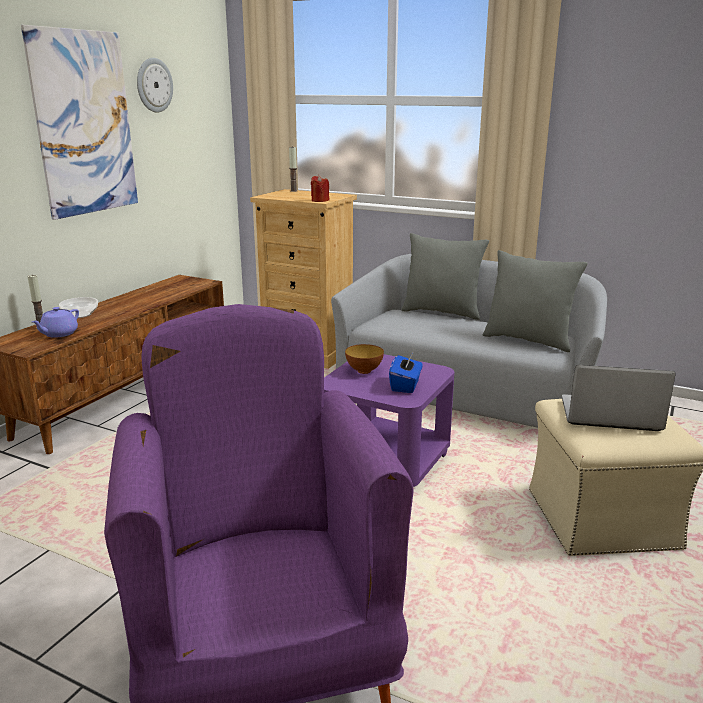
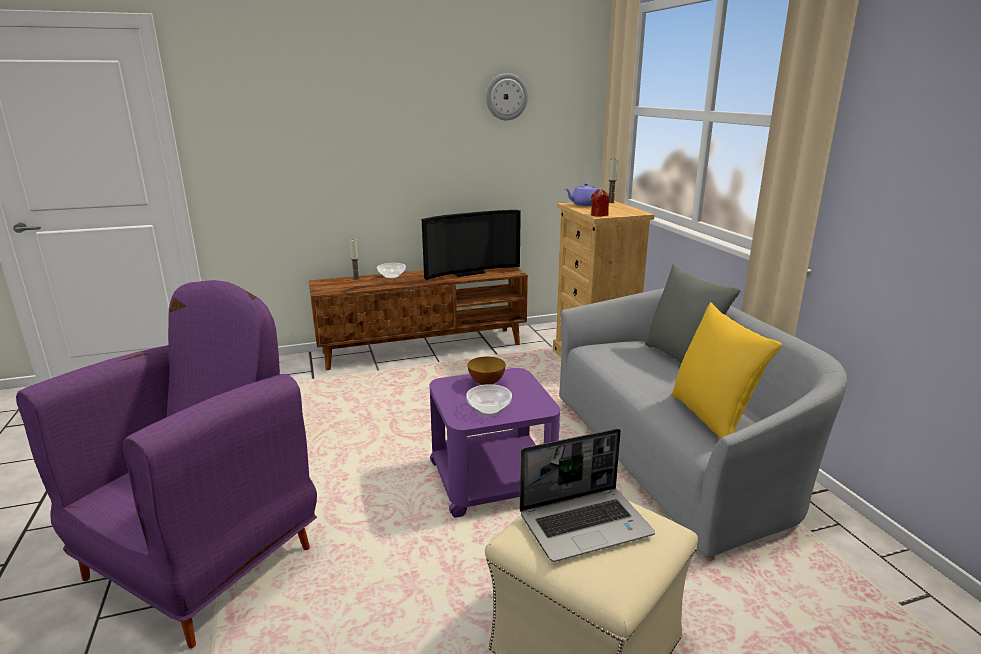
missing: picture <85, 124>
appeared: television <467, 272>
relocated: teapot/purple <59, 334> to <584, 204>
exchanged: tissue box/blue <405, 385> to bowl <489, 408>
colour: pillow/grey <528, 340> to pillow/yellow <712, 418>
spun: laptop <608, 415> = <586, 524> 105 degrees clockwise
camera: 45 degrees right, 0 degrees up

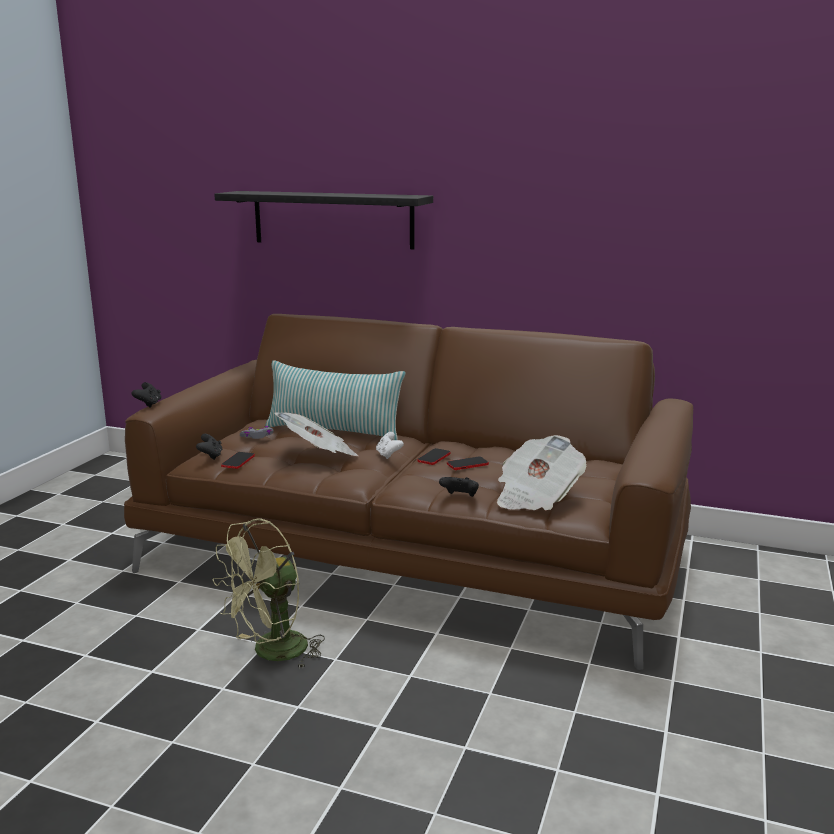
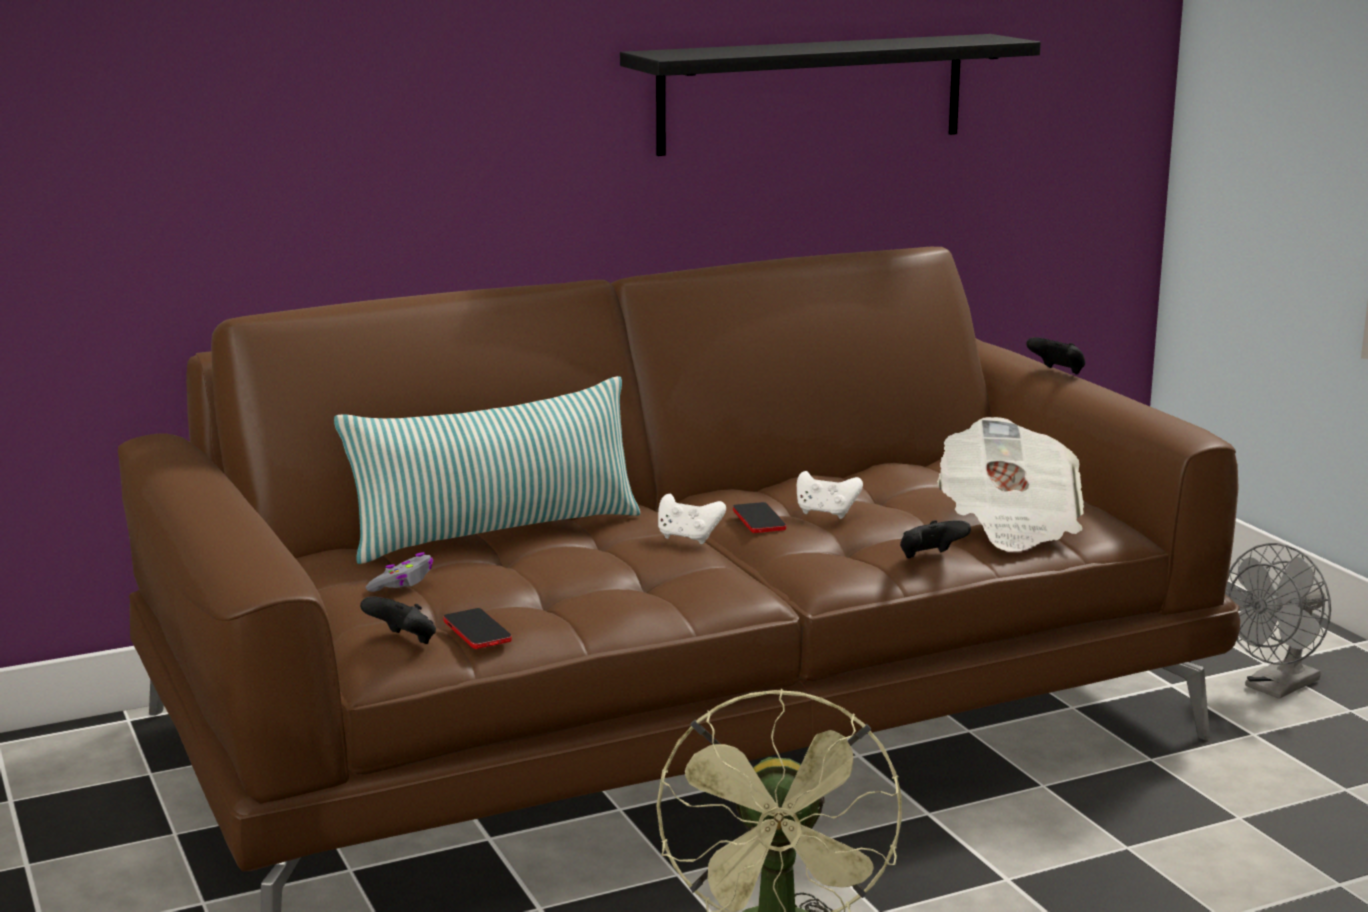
missing: newspaper <318, 454>
appeared: fan/grey <1276, 688>
relocated: game controller/black <148, 404> to <1058, 372>; shelf/black <332, 219> to <812, 93>
exchanged: phone <467, 464> to game controller/white <826, 513>
camera: 45 degrees left, 0 degrees up

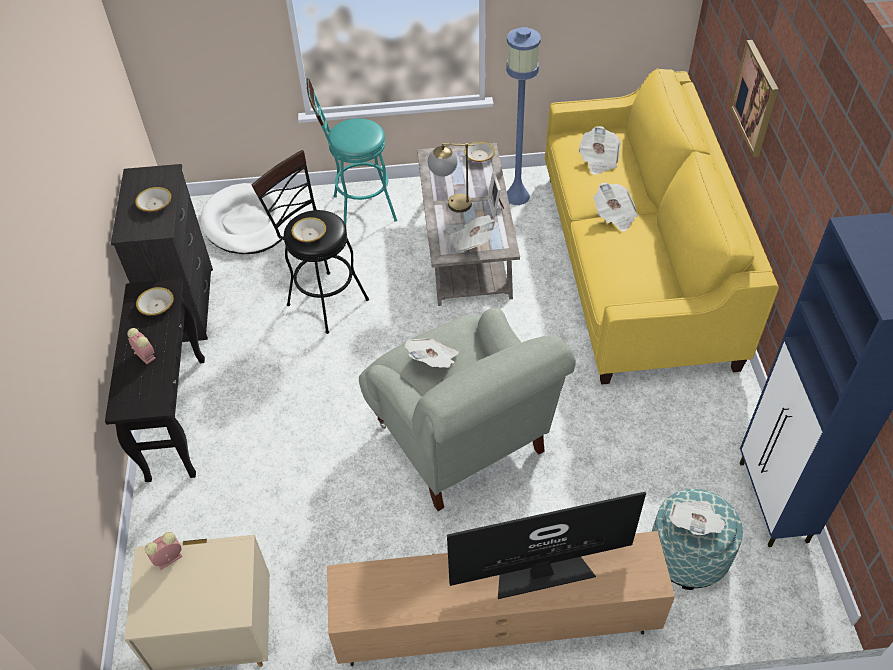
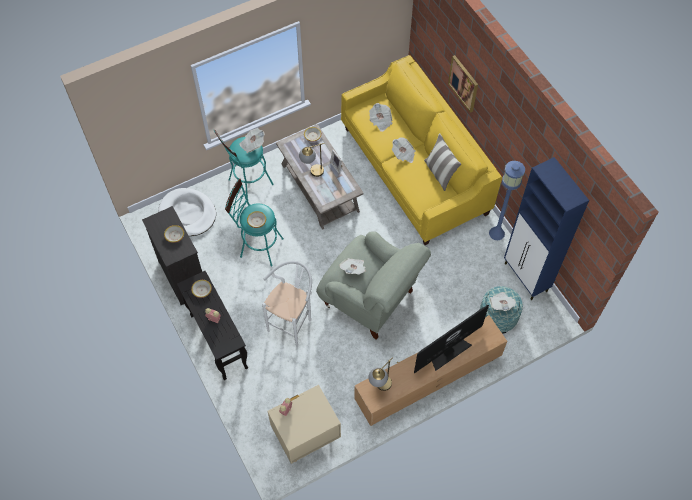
appeared: stool/white <292, 323>; table lamp <380, 387>; pillow <440, 173>
relocated: newspaper <472, 242> to <252, 144>; floor lamp/blue <517, 196> to <497, 233>
colour: stool/black <322, 299> to stool/turquoise <258, 246>
camera: 25 degrees left, 10 degrees up

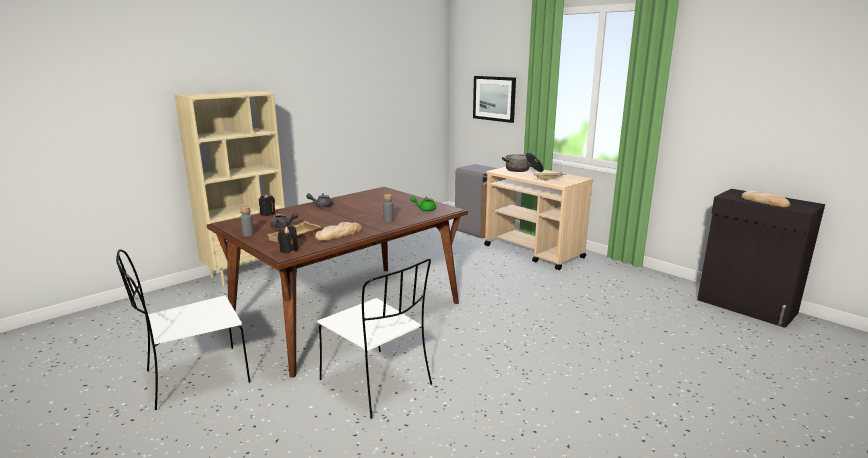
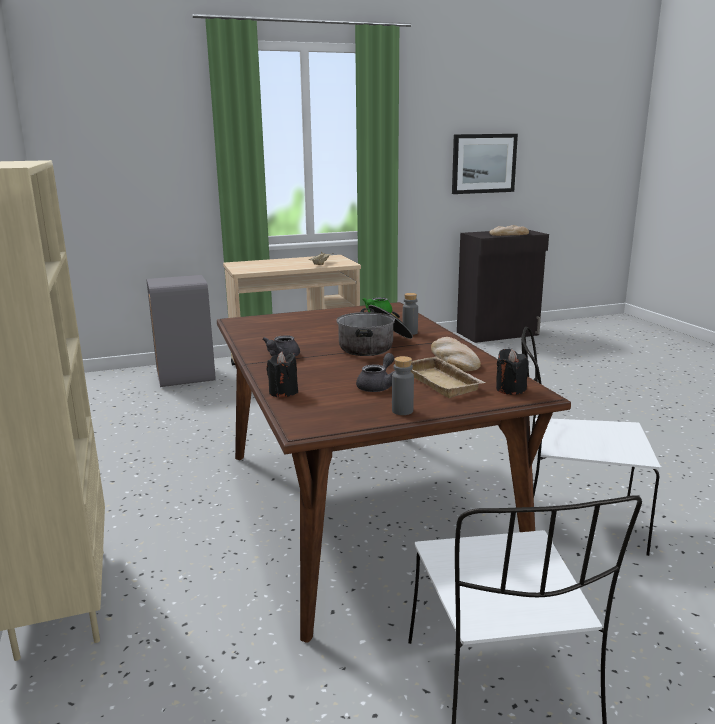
relocated: picture <494, 98> to <483, 163>; cooking pot <523, 170> to <375, 346>
spun: chair/white <377, 383> = <572, 519> 150 degrees counterclockwise
camera: 65 degrees left, 0 degrees up

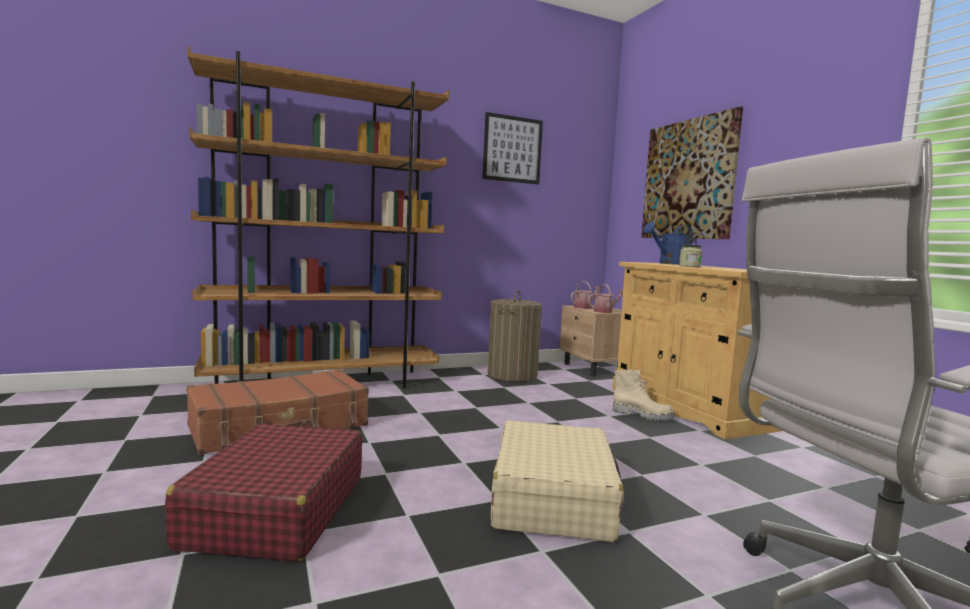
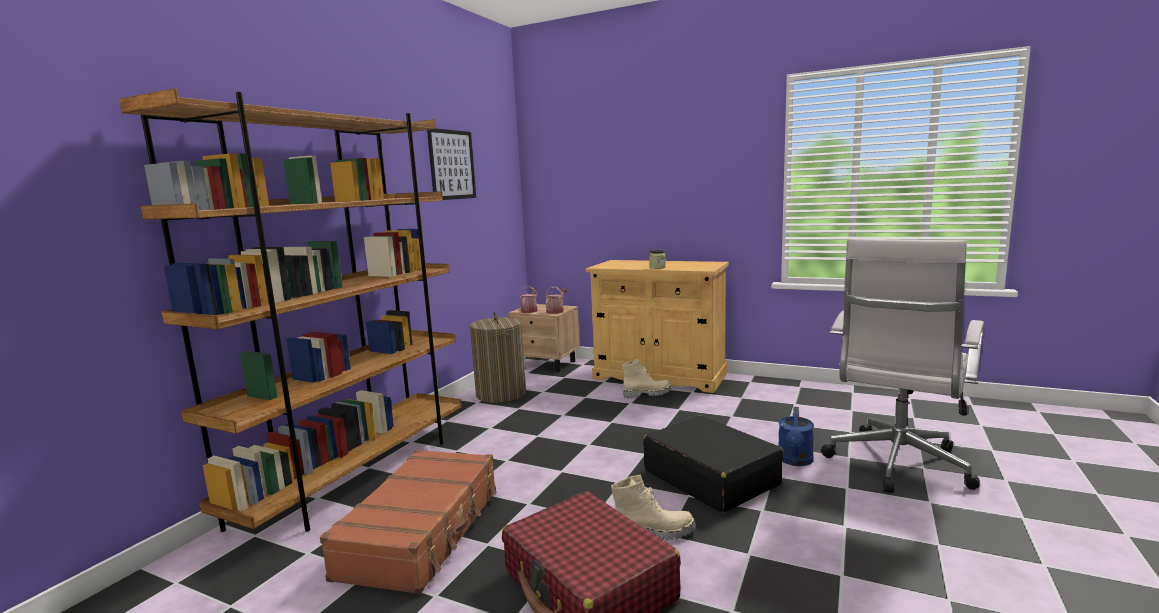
missing: picture <688, 179>
appeared: boot/beige <654, 532>
relocated: watering can/blue <669, 264> to <795, 461>
colour: suitcase/beige <553, 498> to suitcase/black <710, 477>
camera: 40 degrees left, 5 degrees up

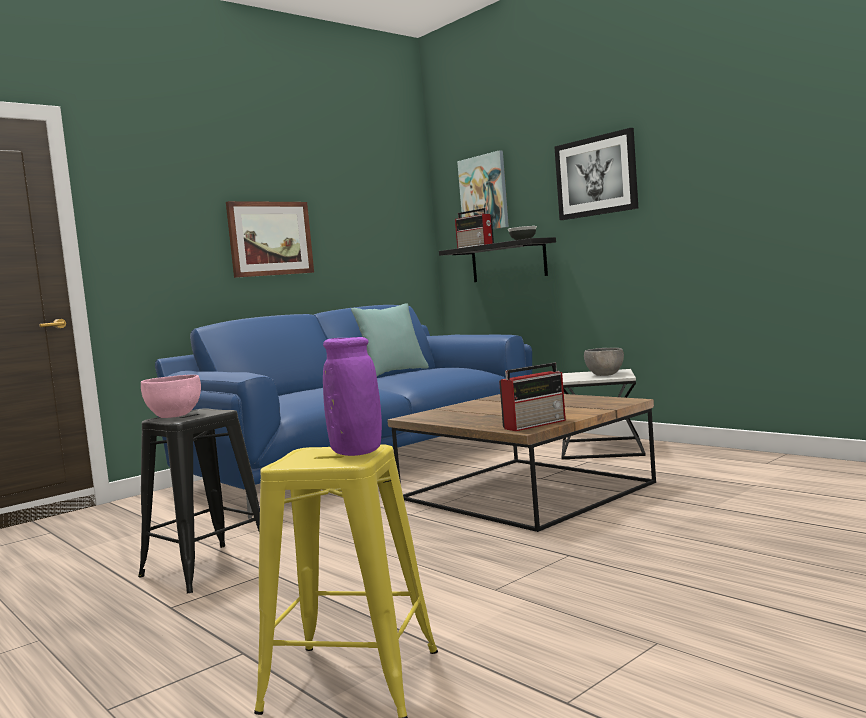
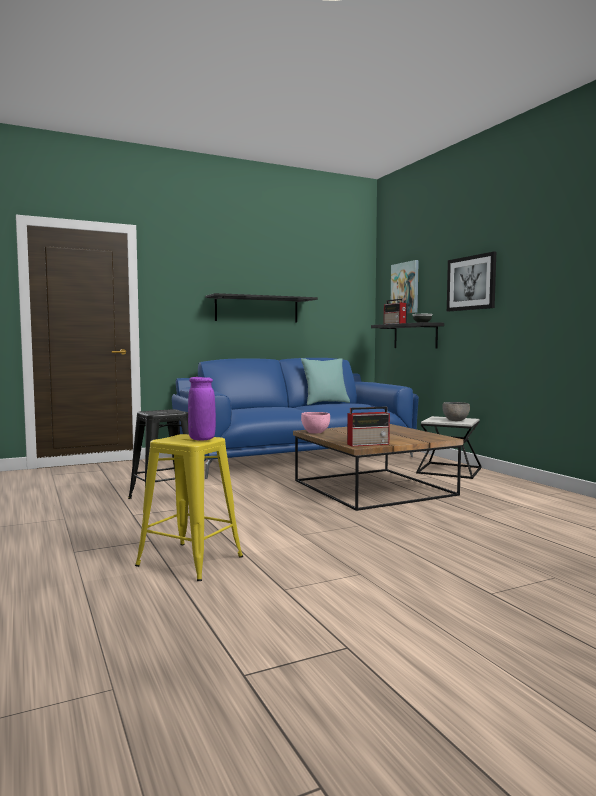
relocated: bowl/pink <174, 416> to <315, 432>
exchanged: picture <270, 238> to shelf/black <257, 309>
camera: 15 degrees right, 0 degrees up

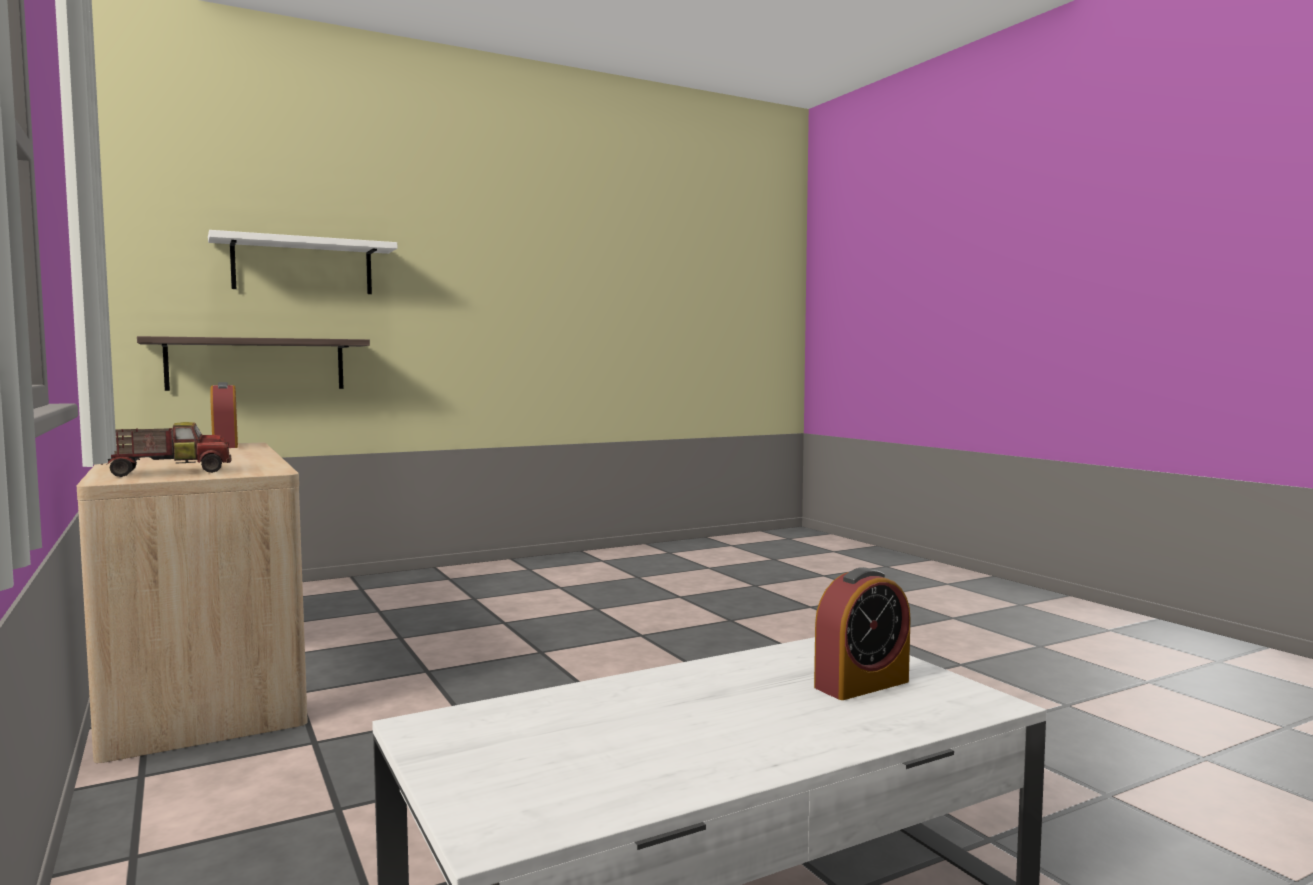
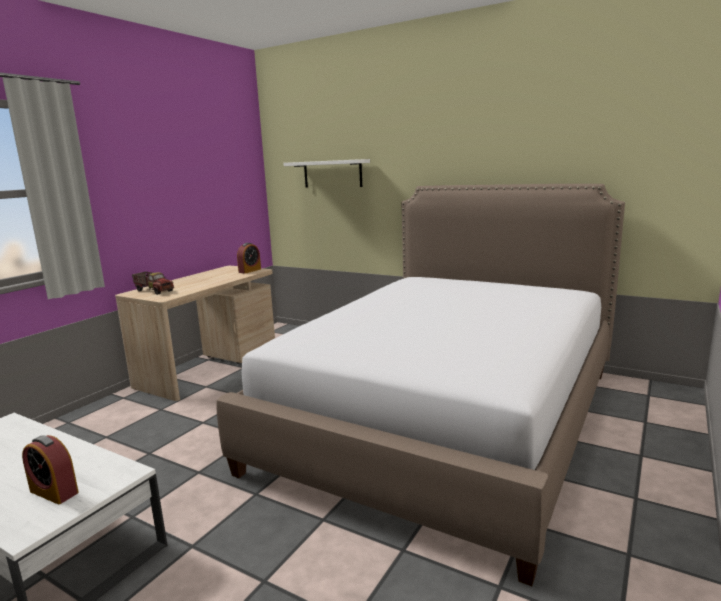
missing: shelf <257, 364>
appeared: bed <447, 417>
camera: 60 degrees right, 10 degrees up

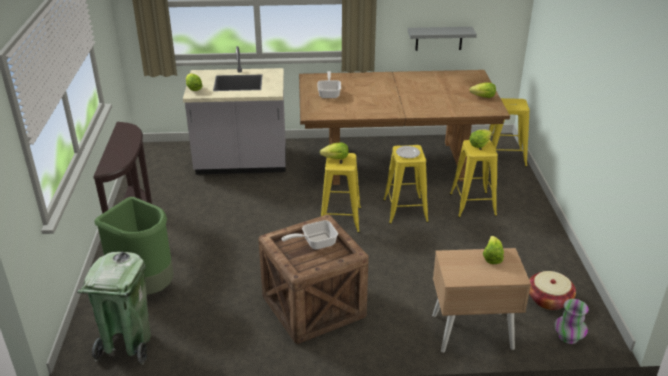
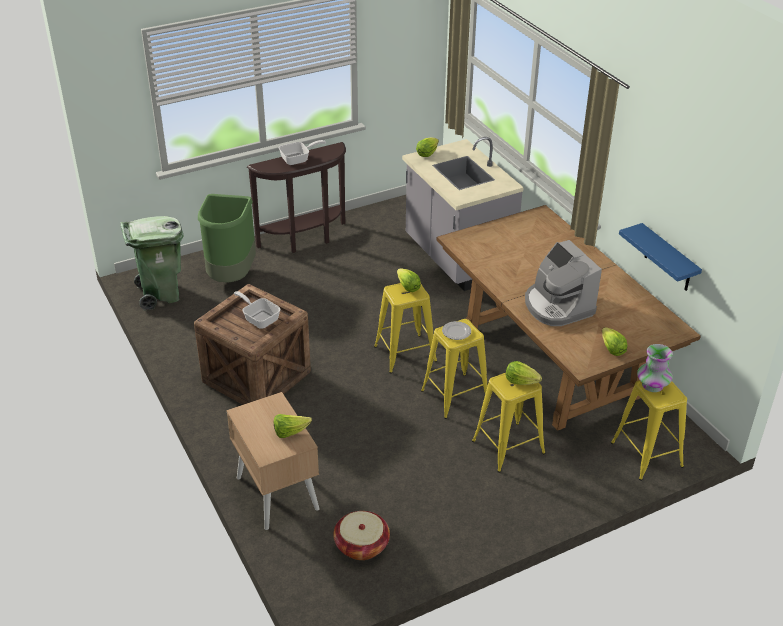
appeared: coffee machine <557, 306>
relocated: frying pan <329, 93> to <298, 159>; vase <568, 337> to <652, 386>
colour: shelf/grey <439, 38> to shelf/blue <668, 259>
camera: 65 degrees right, 5 degrees up

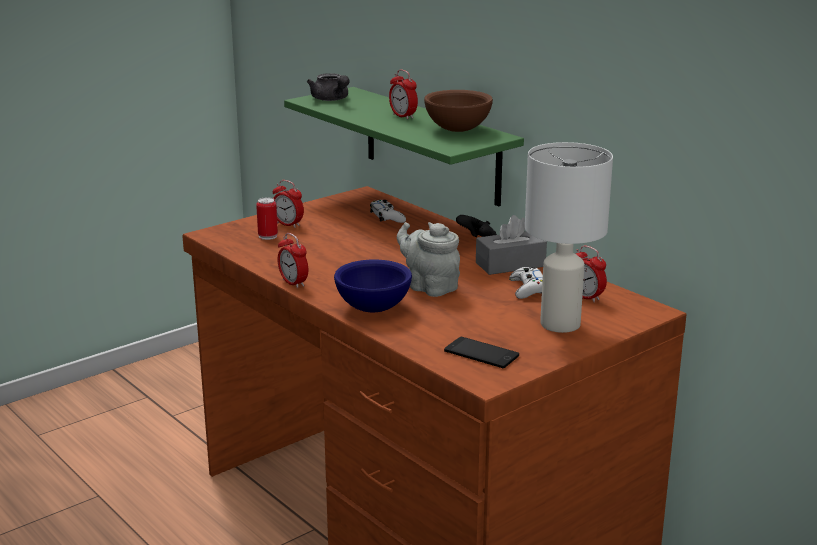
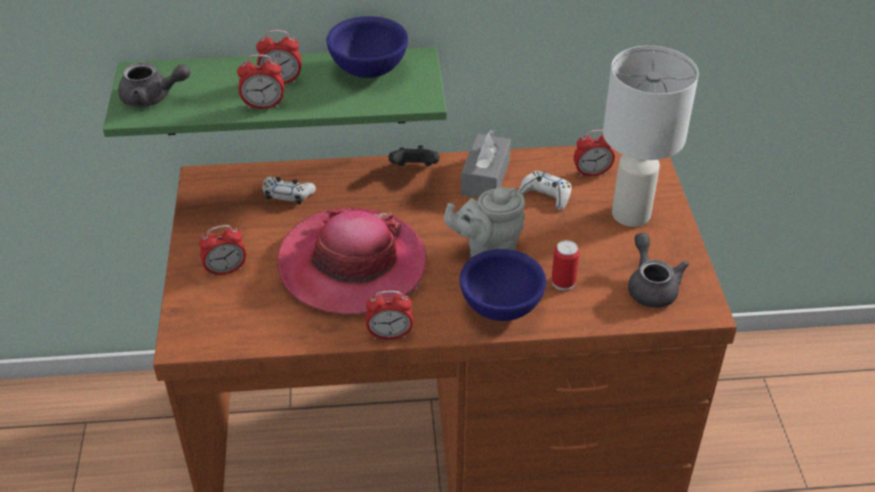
appeared: alarm clock <263, 106>; hat <352, 265>
relocated: can <268, 236> to <563, 282>
exchanged: phone <481, 353> to teapot/grey <651, 286>
colour: bowl/brown <459, 129> to bowl/blue <369, 69>
camera: 55 degrees left, 20 degrees up

